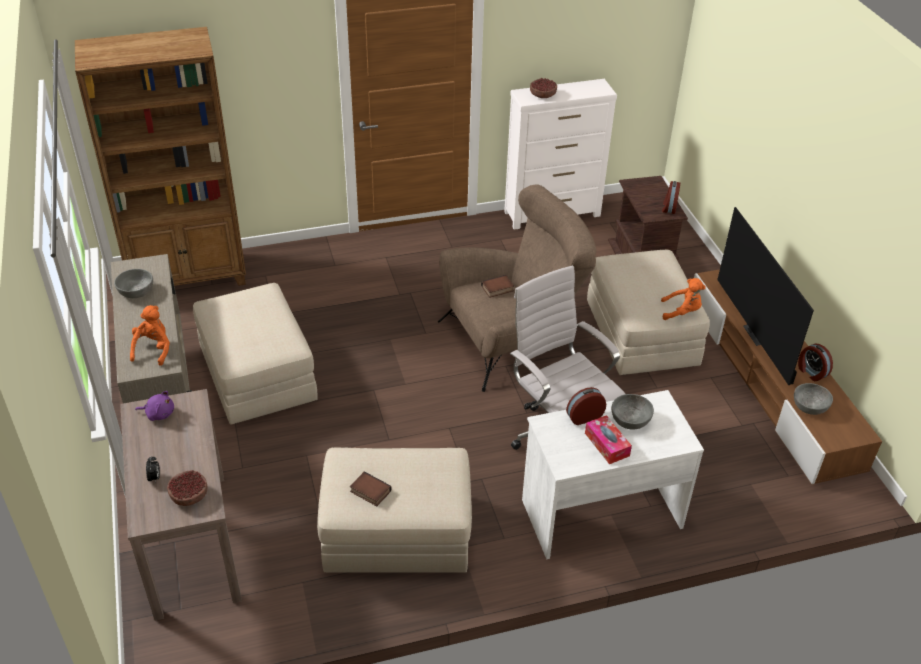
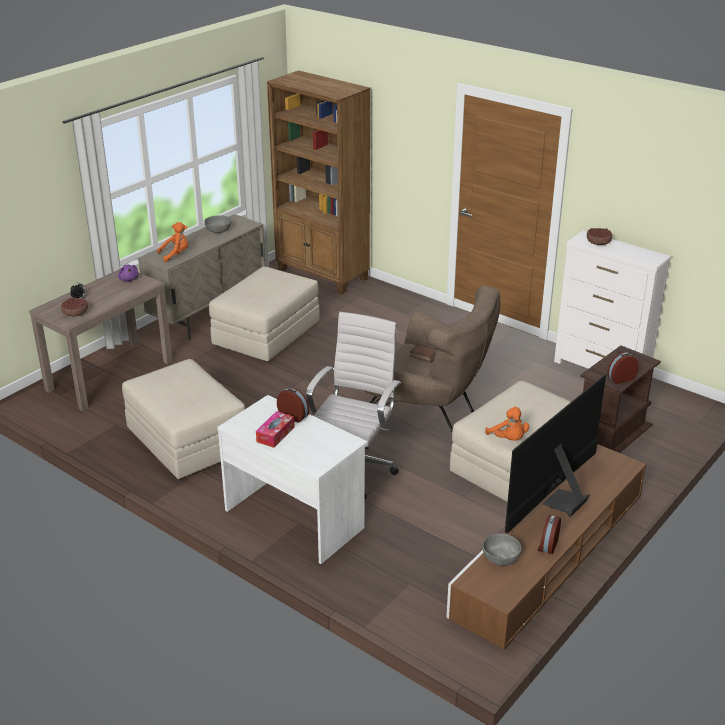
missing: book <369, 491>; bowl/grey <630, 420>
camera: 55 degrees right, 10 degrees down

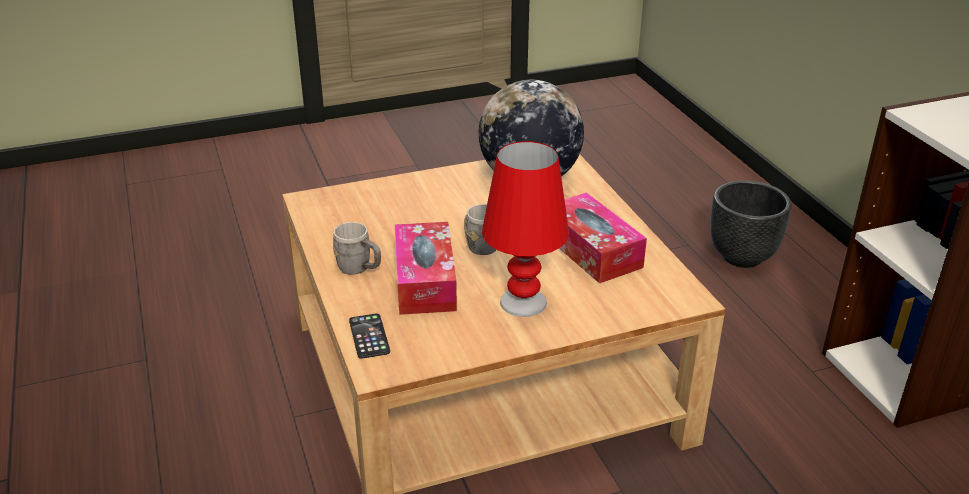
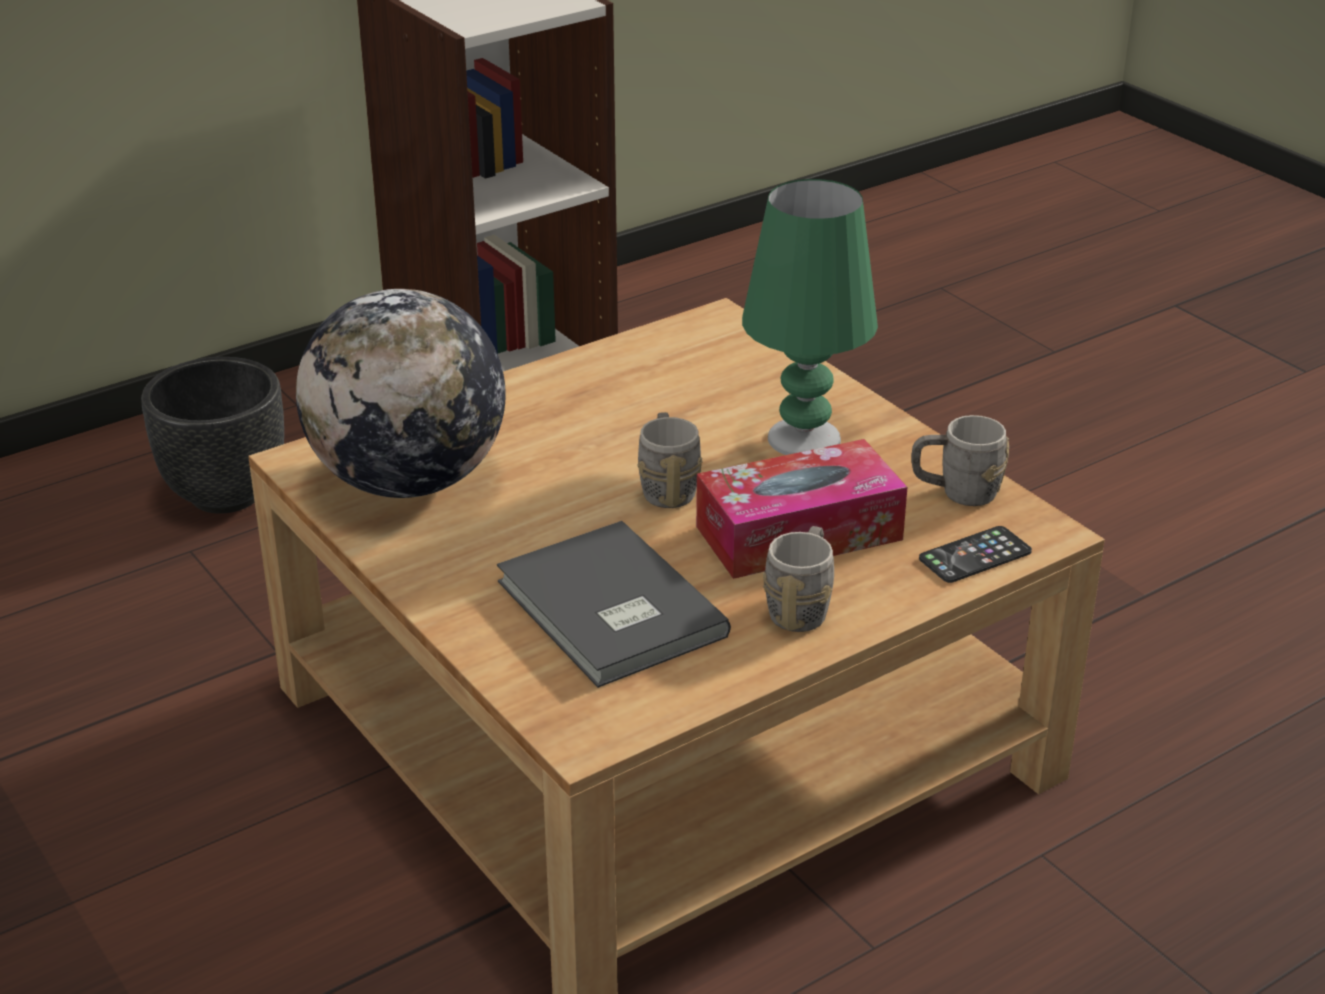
missing: tissue box <591, 250>
appeared: book/grey <608, 612>; mug/grey <956, 493>
colour: table lamp/red <523, 302> to table lamp/green <803, 438>
camera: 105 degrees left, 0 degrees up

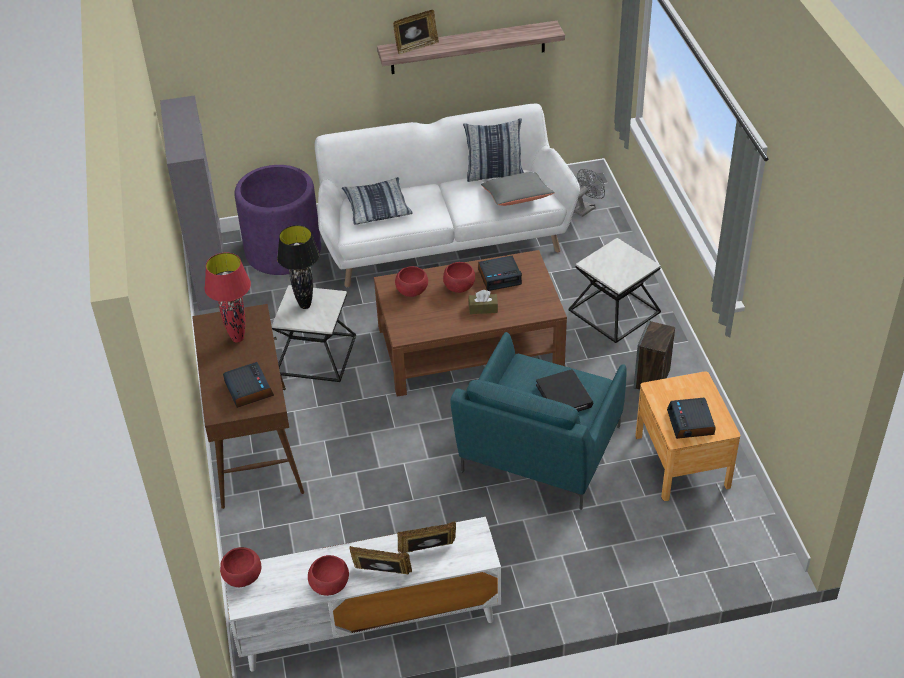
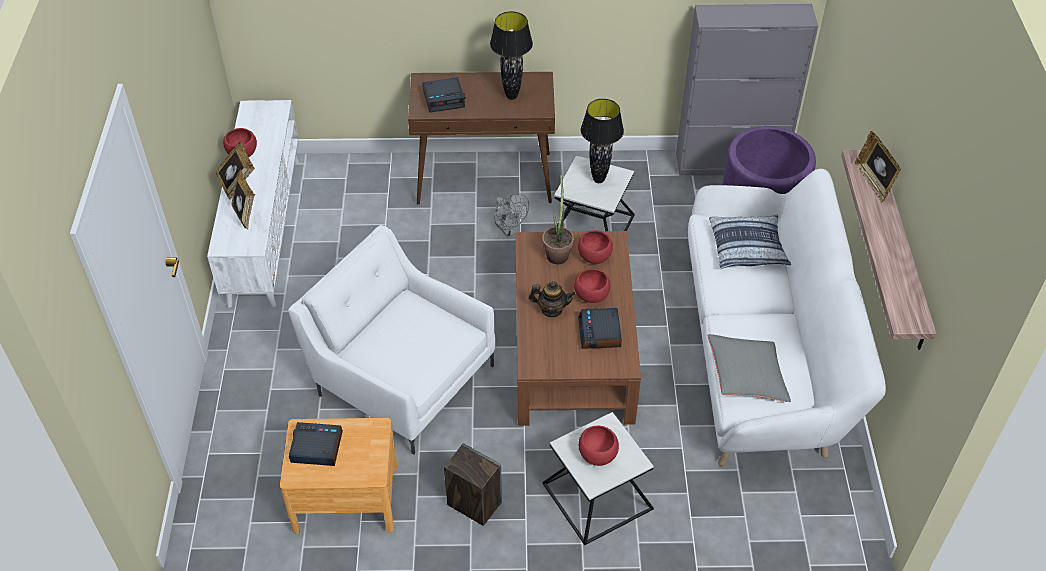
missing: pillow <494, 173>; book/black <564, 396>
appeared: potted plant <557, 252>
relocated: bowl/red <243, 577> to <597, 455>; fan/grey <586, 208> to <509, 231>
exchanged: tissue box/brown <483, 308> to teapot <551, 309>
colour: table lamp/red <238, 338> to table lamp/black <511, 96>; armchair/turquoise <538, 454> to armchair/white <401, 376>
camera: 100 degrees right, 5 degrees up

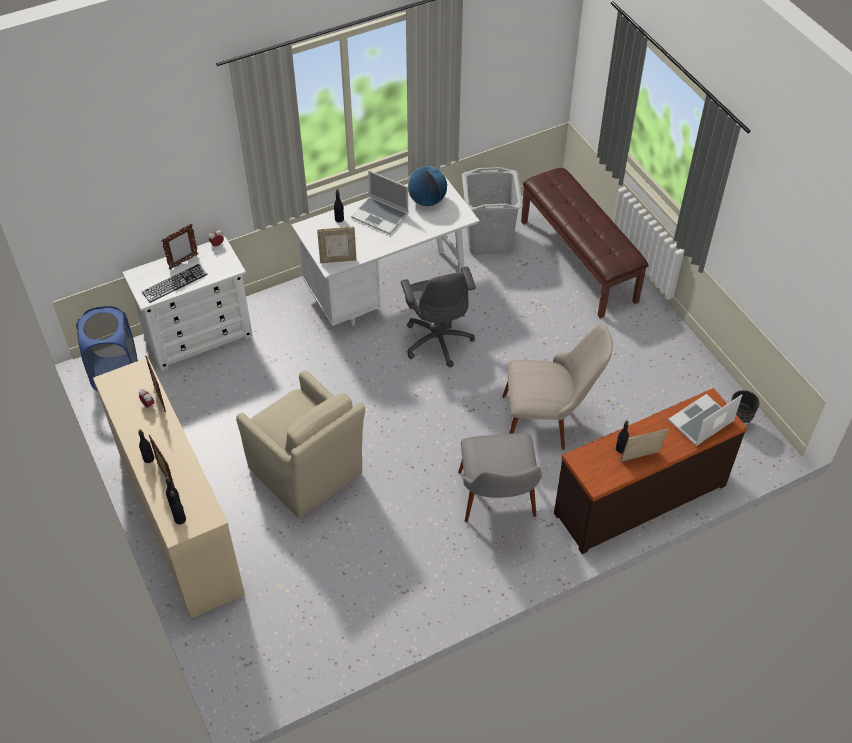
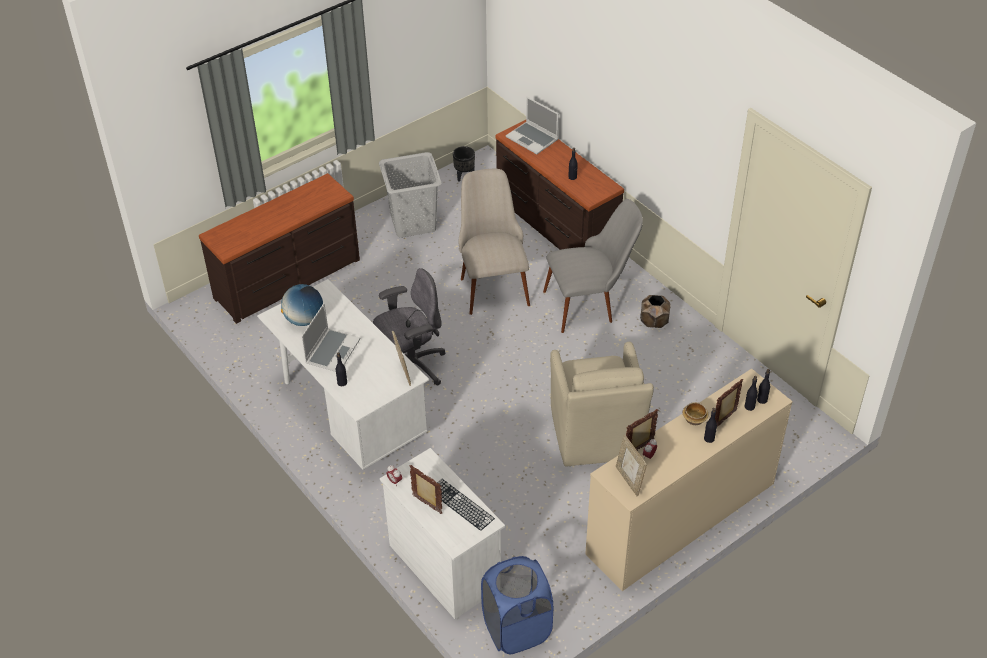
appeared: planter/brown <653, 322>; bowl <694, 419>
relocated: laundry basket/grey <488, 240> to <413, 223>; picture frame <640, 458> to <629, 480>
exchanged: bench/brown <579, 260> to dresser/brown <288, 280>
spun: armchair/beige <307, 473> = <595, 435> 135 degrees clockwise
camera: 100 degrees left, 5 degrees down

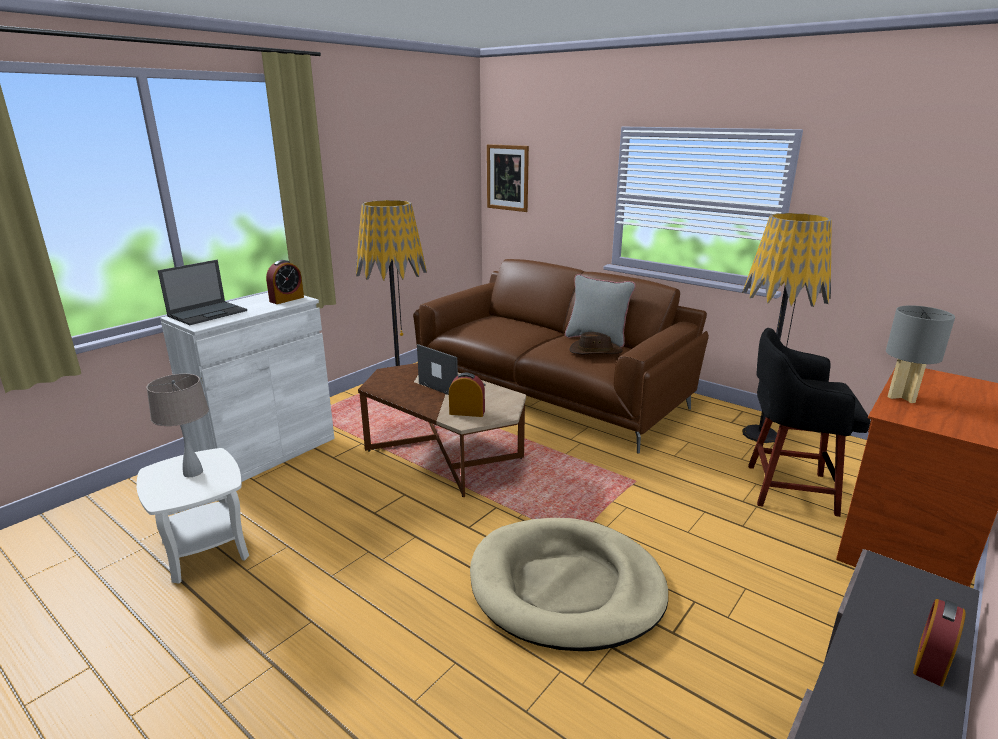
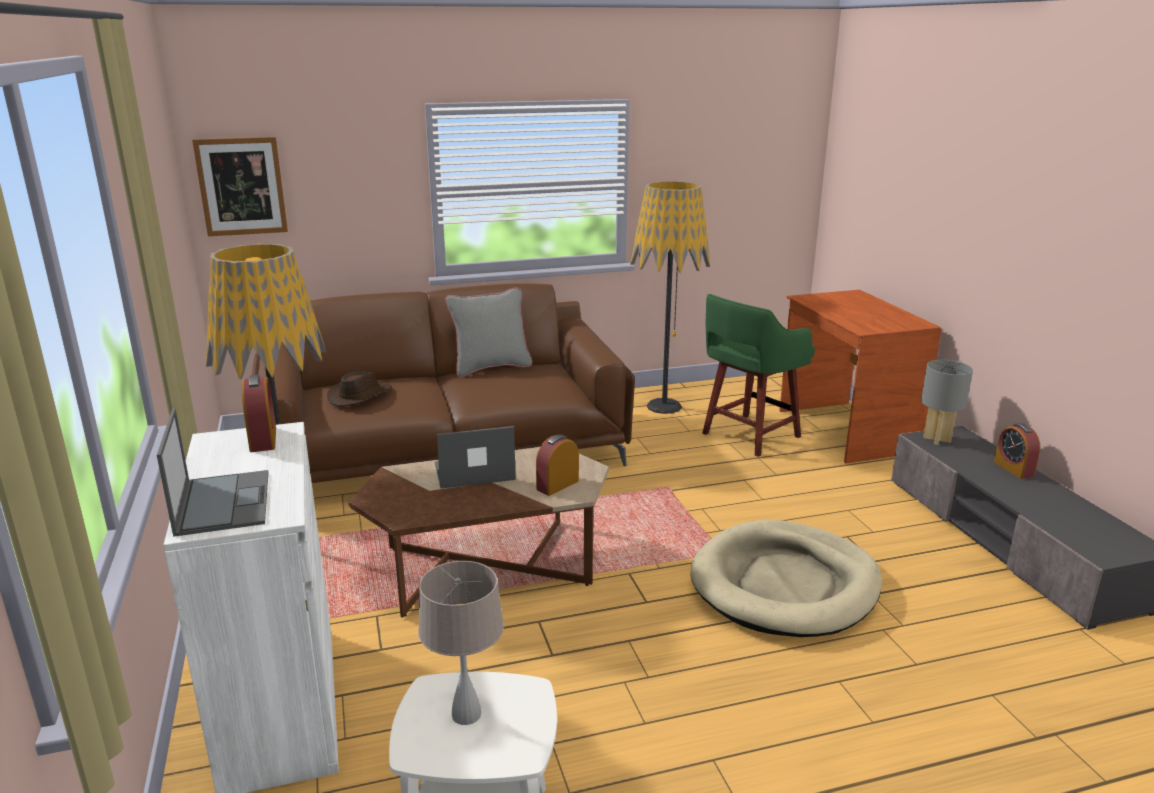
relocated: hat/brown <595, 351> to <360, 395>; table lamp/grey <902, 397> to <937, 439>
colour: stool/black <786, 489> to stool/green <748, 436>
camera: 55 degrees left, 0 degrees up

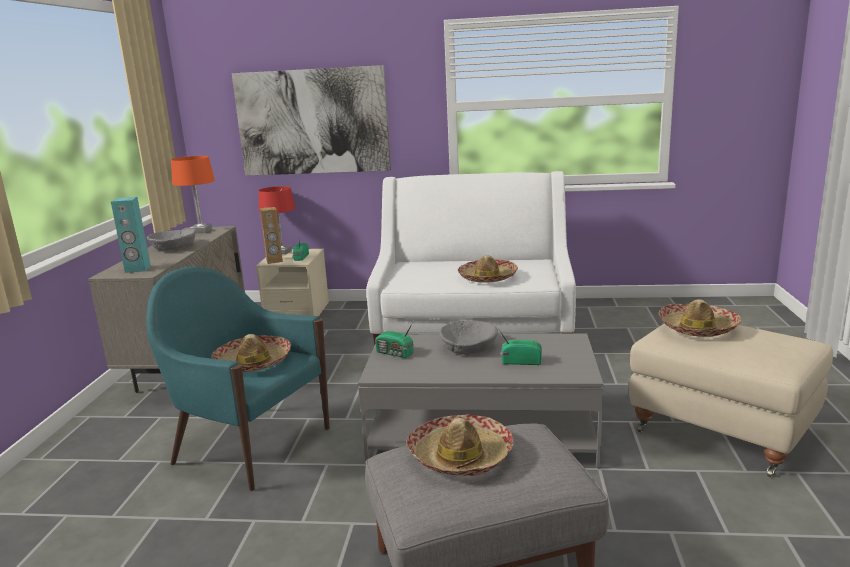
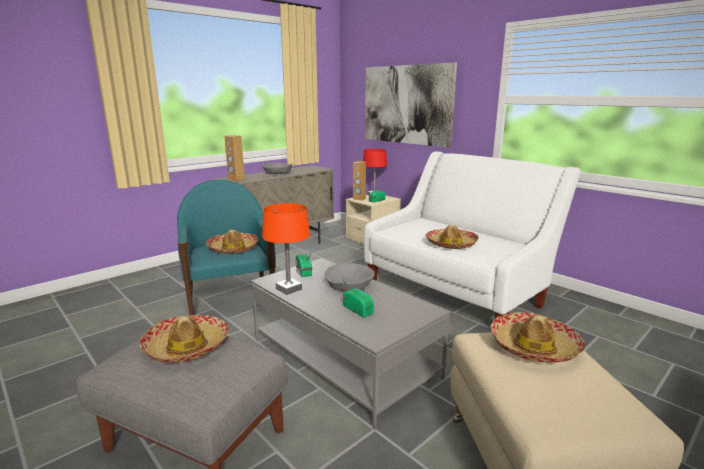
relocated: table lamp/orange <201, 231> to <289, 289>
colour: speaker/turquoise <137, 269> to speaker/brown <236, 179>
camera: 40 degrees right, 0 degrees up

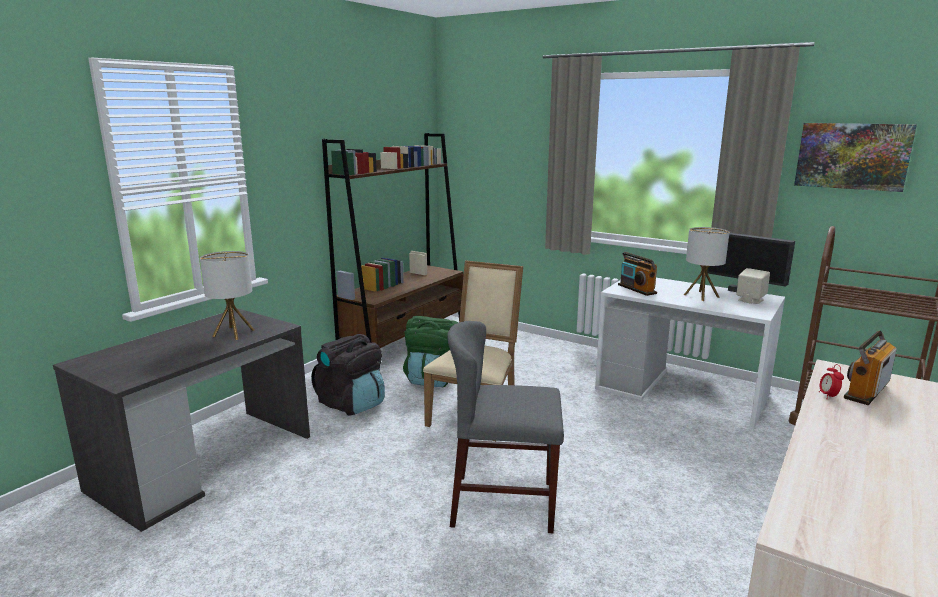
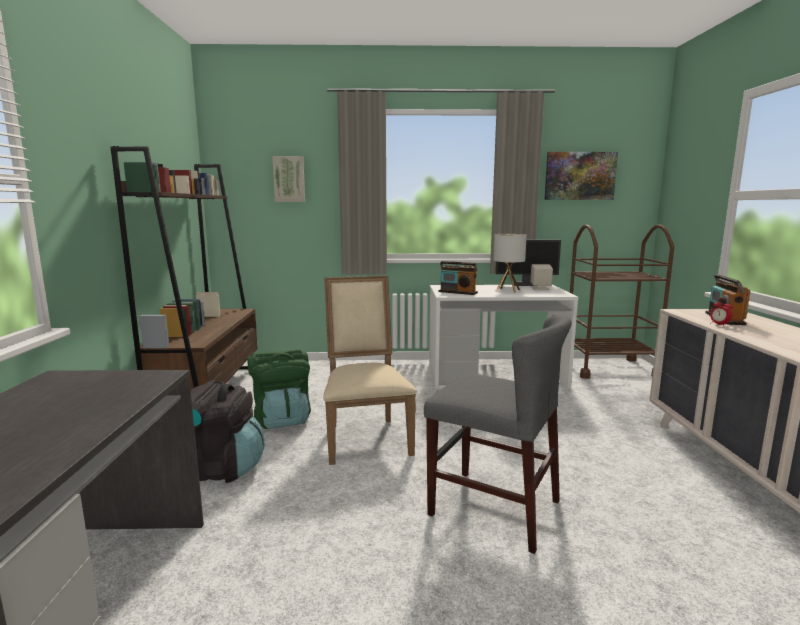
missing: table lamp <233, 333>
appeared: picture <289, 179>
spun: chair/grey <503, 503> = <494, 508> 120 degrees counterclockwise
camera: 35 degrees left, 5 degrees down

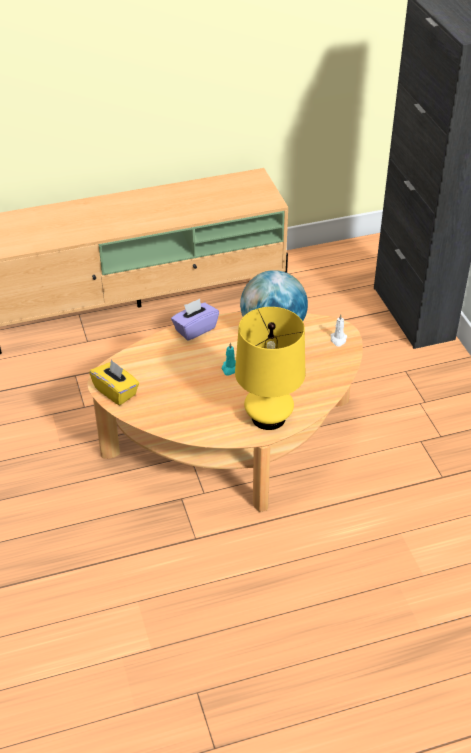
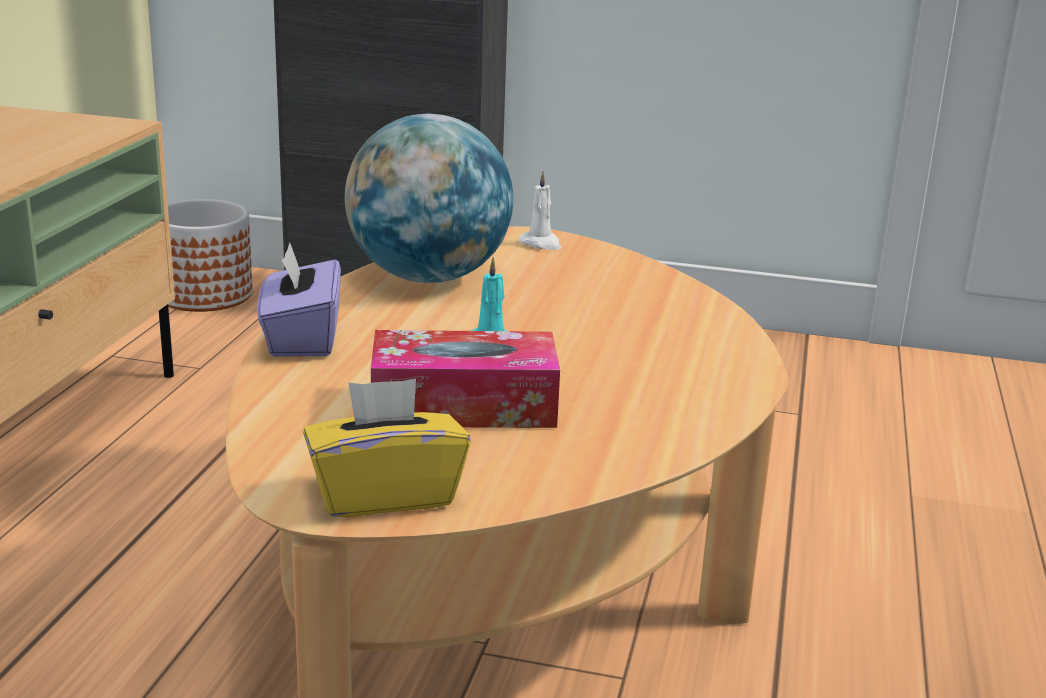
missing: table lamp/yellow <268, 417>
appeared: planter <206, 295>; tissue box <463, 405>
camera: 60 degrees left, 20 degrees down

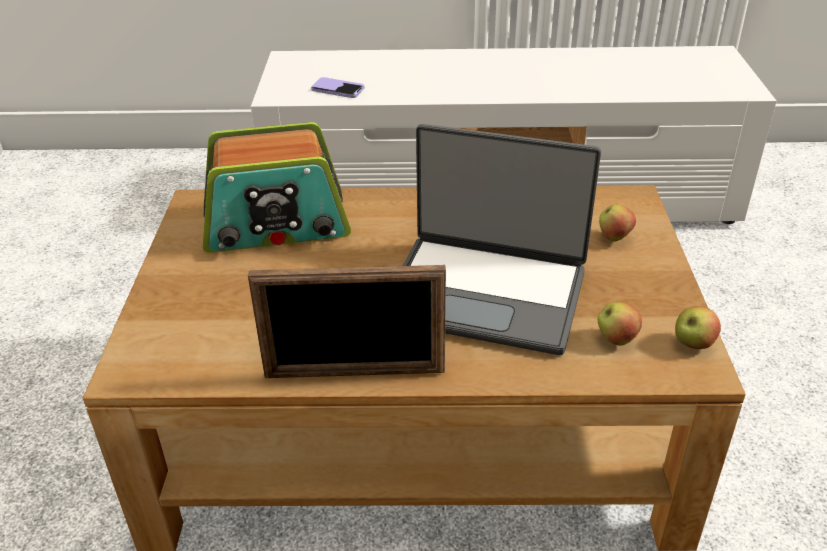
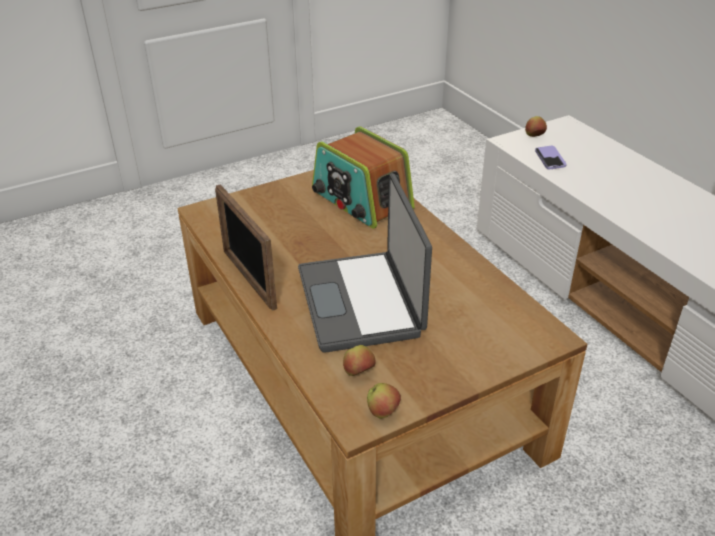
relocated: apple <614, 238> to <534, 136>
camera: 60 degrees right, 0 degrees up

